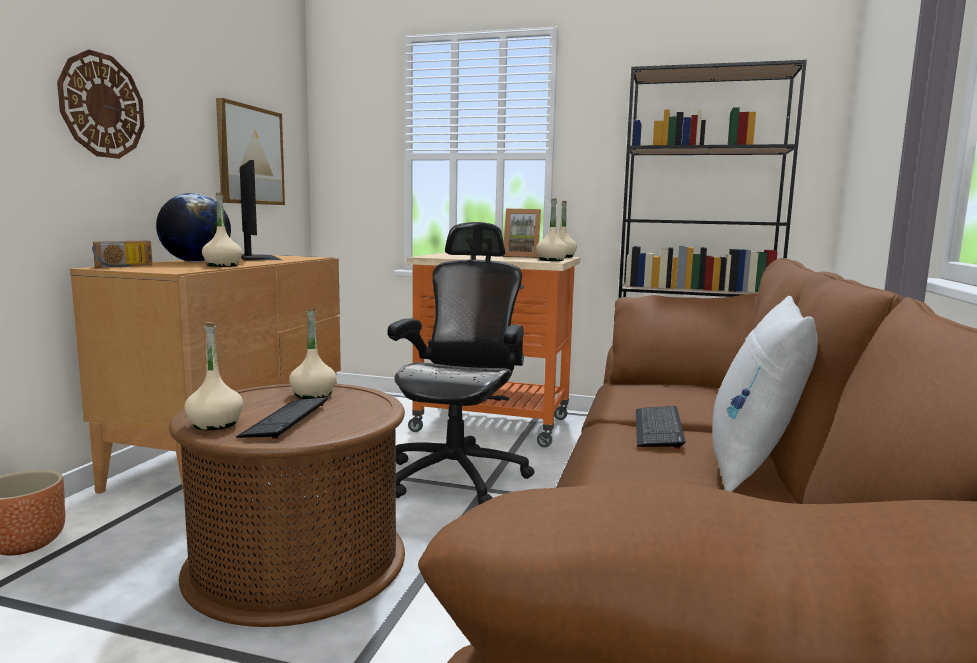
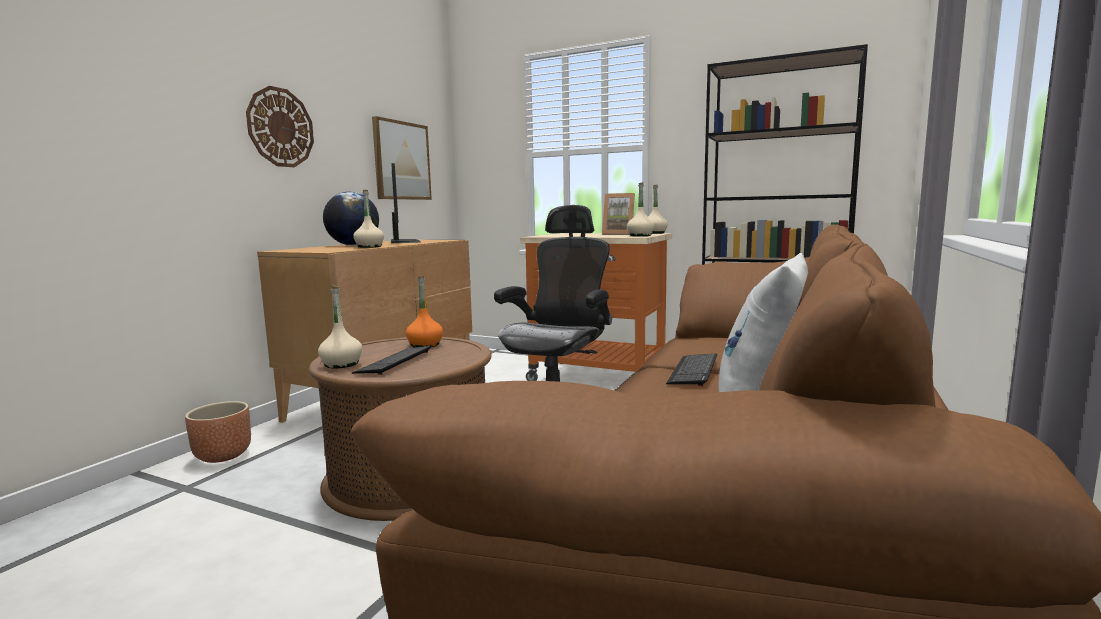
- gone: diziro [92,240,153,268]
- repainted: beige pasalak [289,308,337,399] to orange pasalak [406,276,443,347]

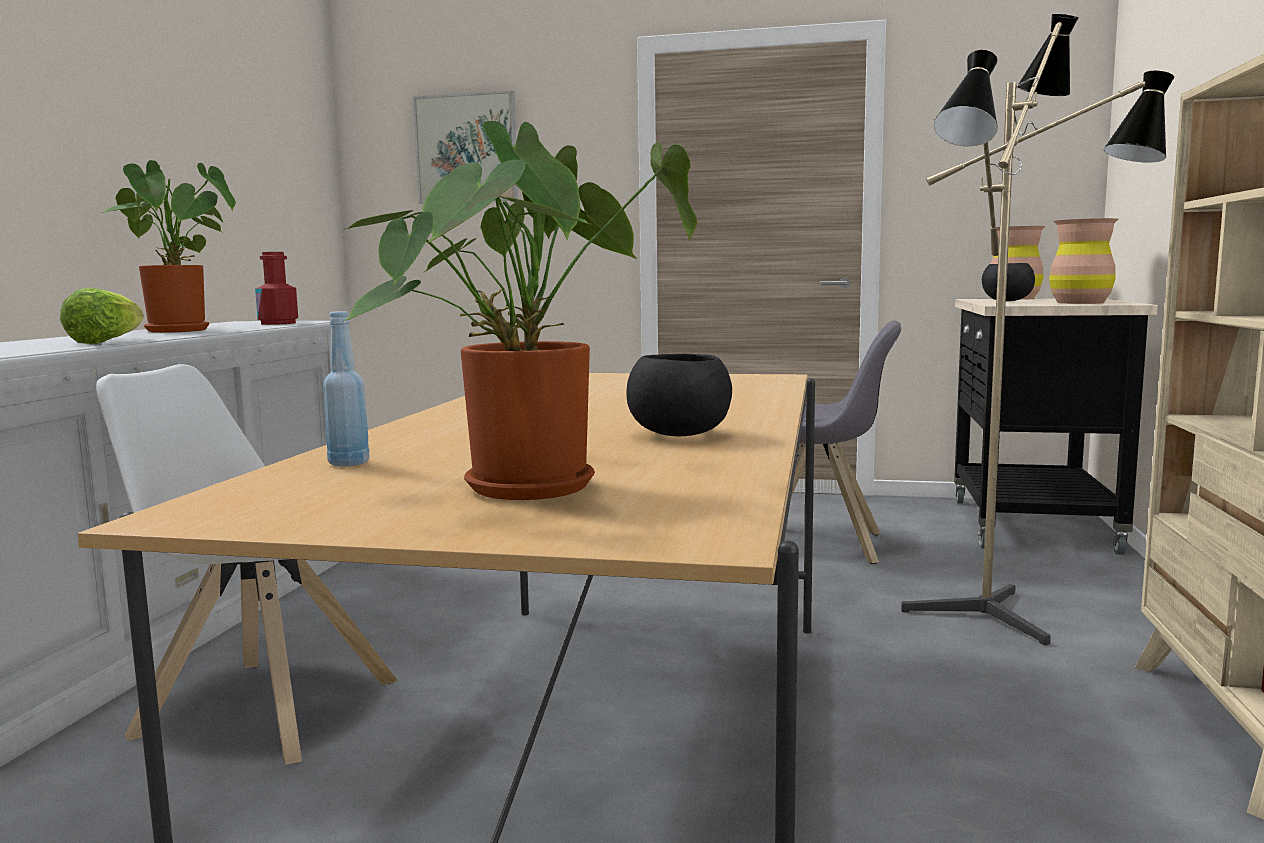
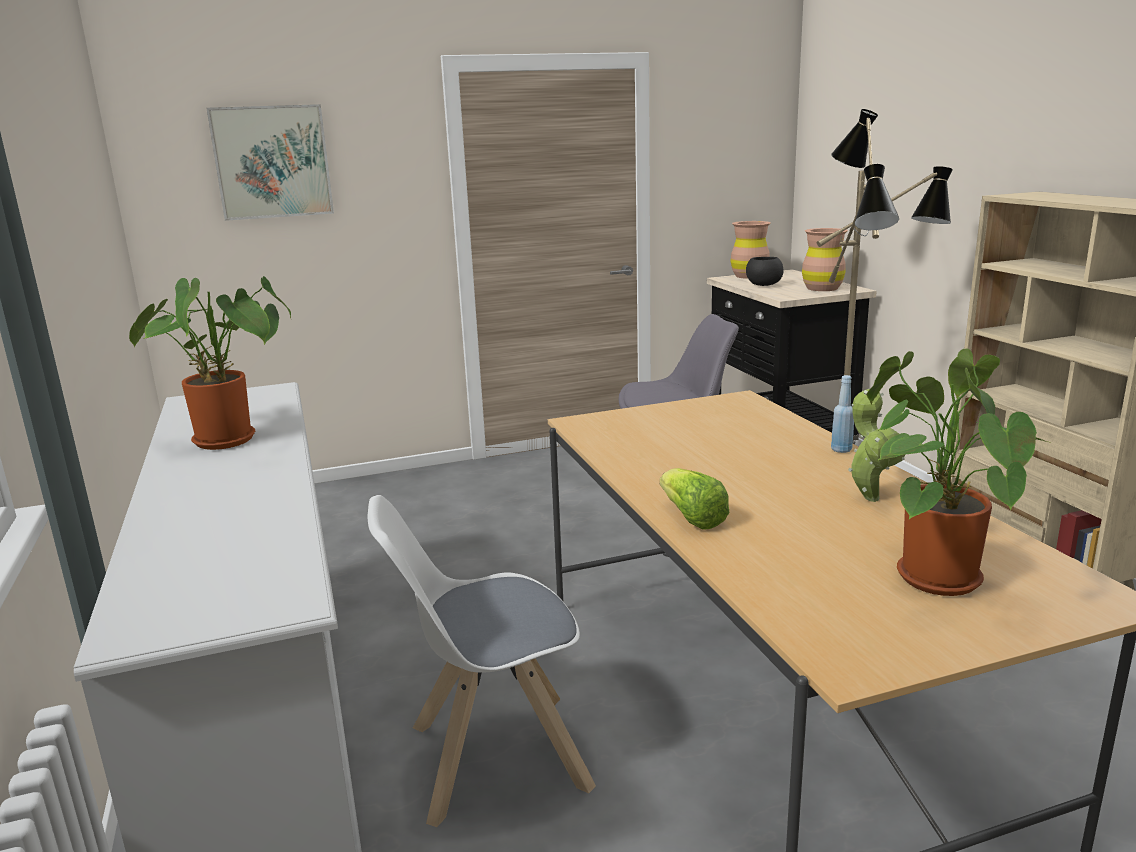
- shifted: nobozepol [60,287,144,344] to [660,468,729,530]
- gone: red pasalak [255,252,298,325]
- shifted: blue pasalak [323,311,370,467] to [831,375,854,453]
- swapped: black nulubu [626,354,732,436] to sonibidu [848,389,905,502]

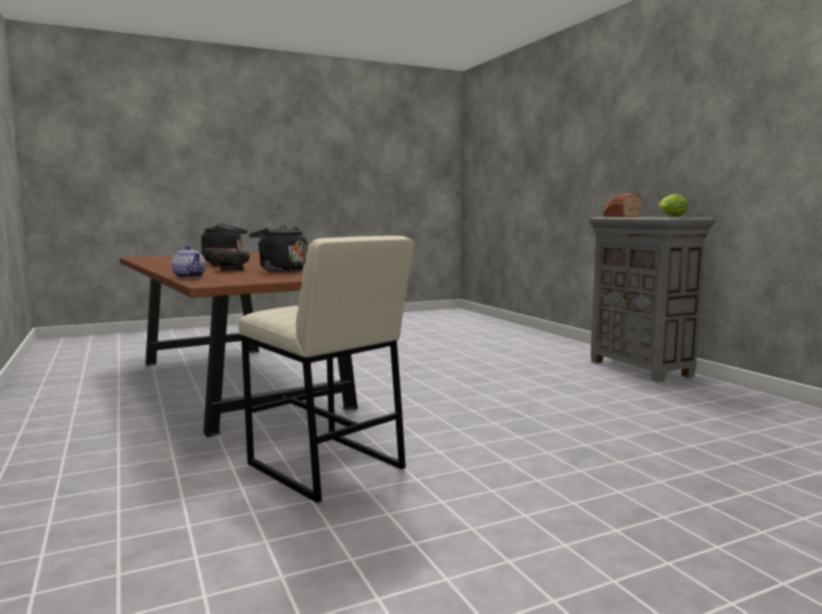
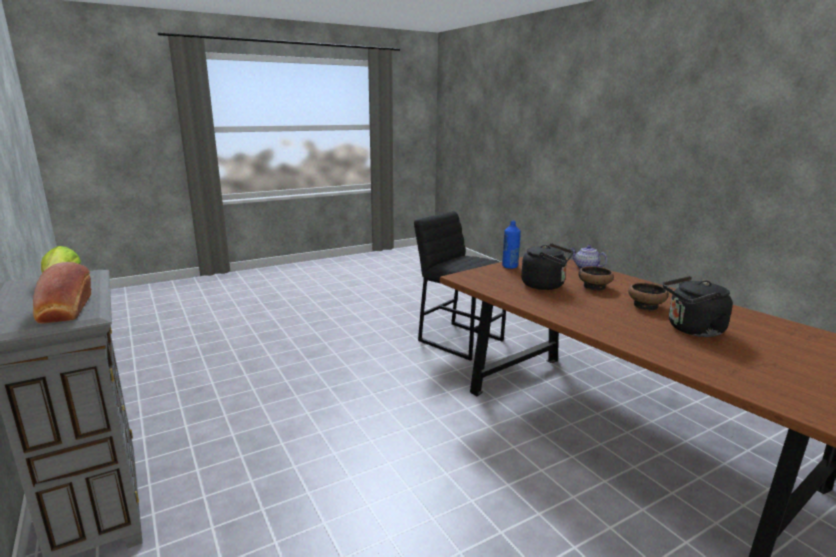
- repainted: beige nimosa [239,236,414,503] to black nimosa [414,211,506,361]
- new: blue pasalak [502,221,521,269]

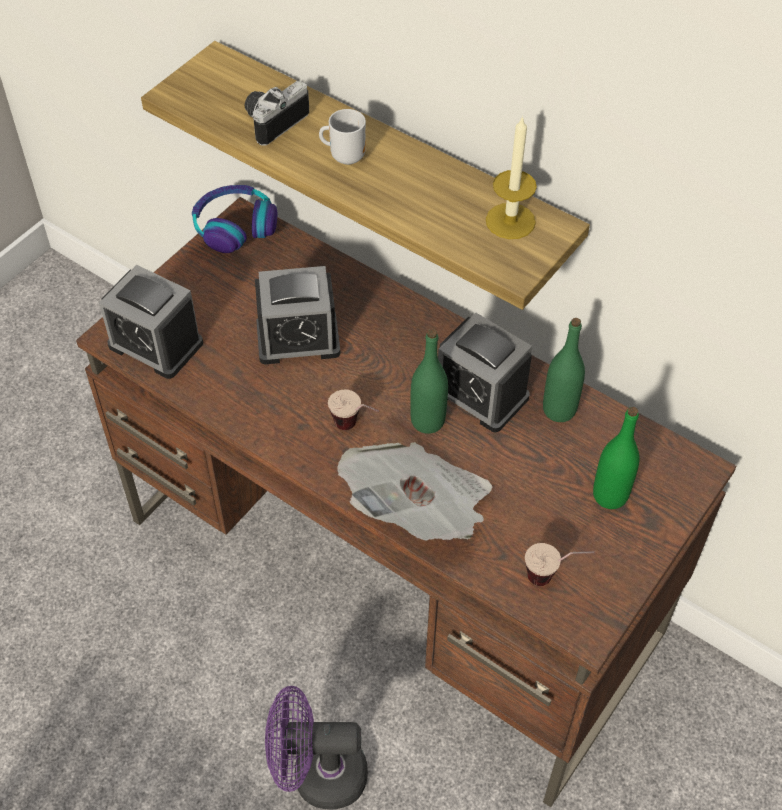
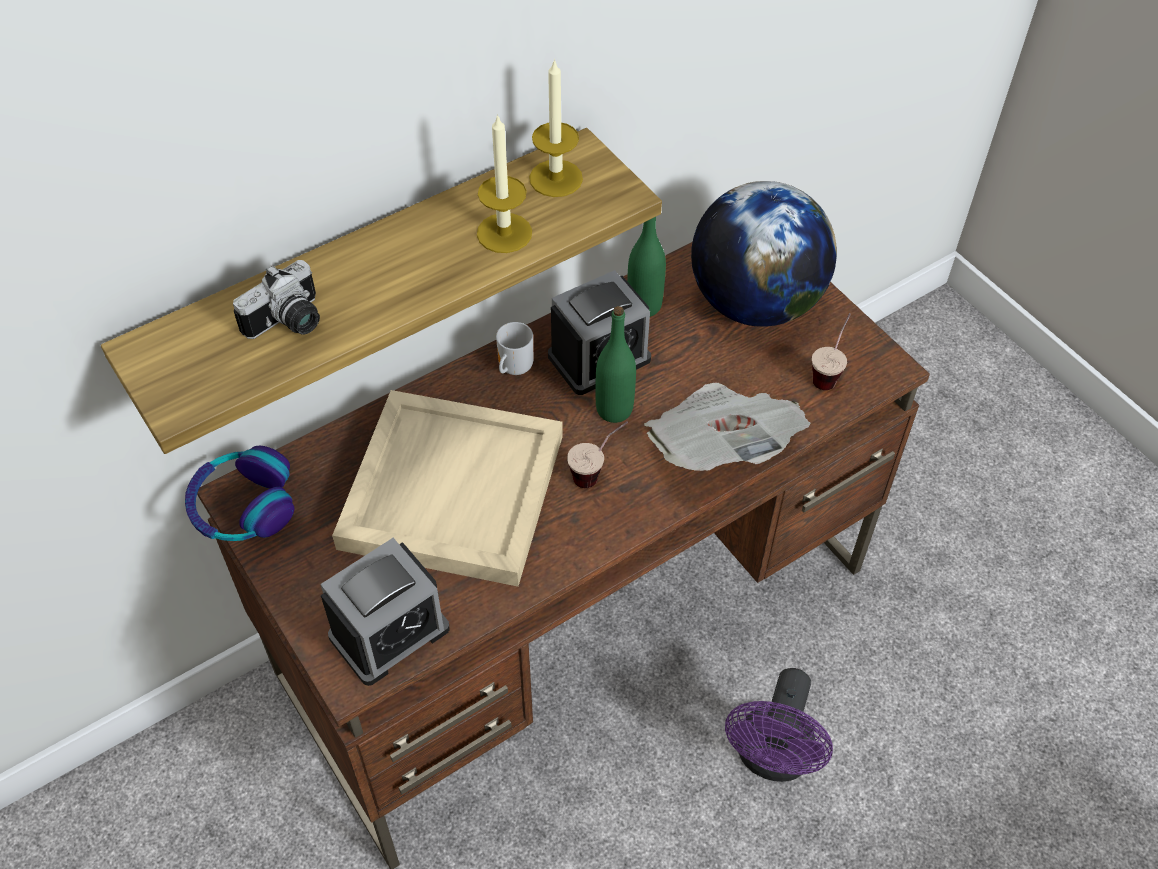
- rotated: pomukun [245,81,309,146] = [233,260,320,339] 105 degrees counterclockwise
- swapped: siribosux [255,266,341,365] to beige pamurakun [332,390,563,587]
- shifted: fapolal [319,109,366,165] to [496,322,533,375]
- swapped: green pasalak [593,407,640,509] to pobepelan [691,181,837,327]
- new: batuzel [477,114,532,253]

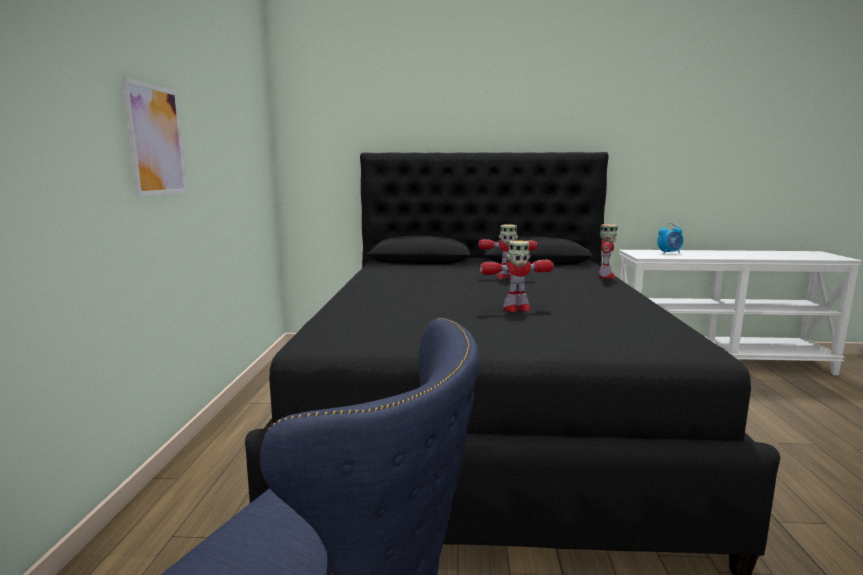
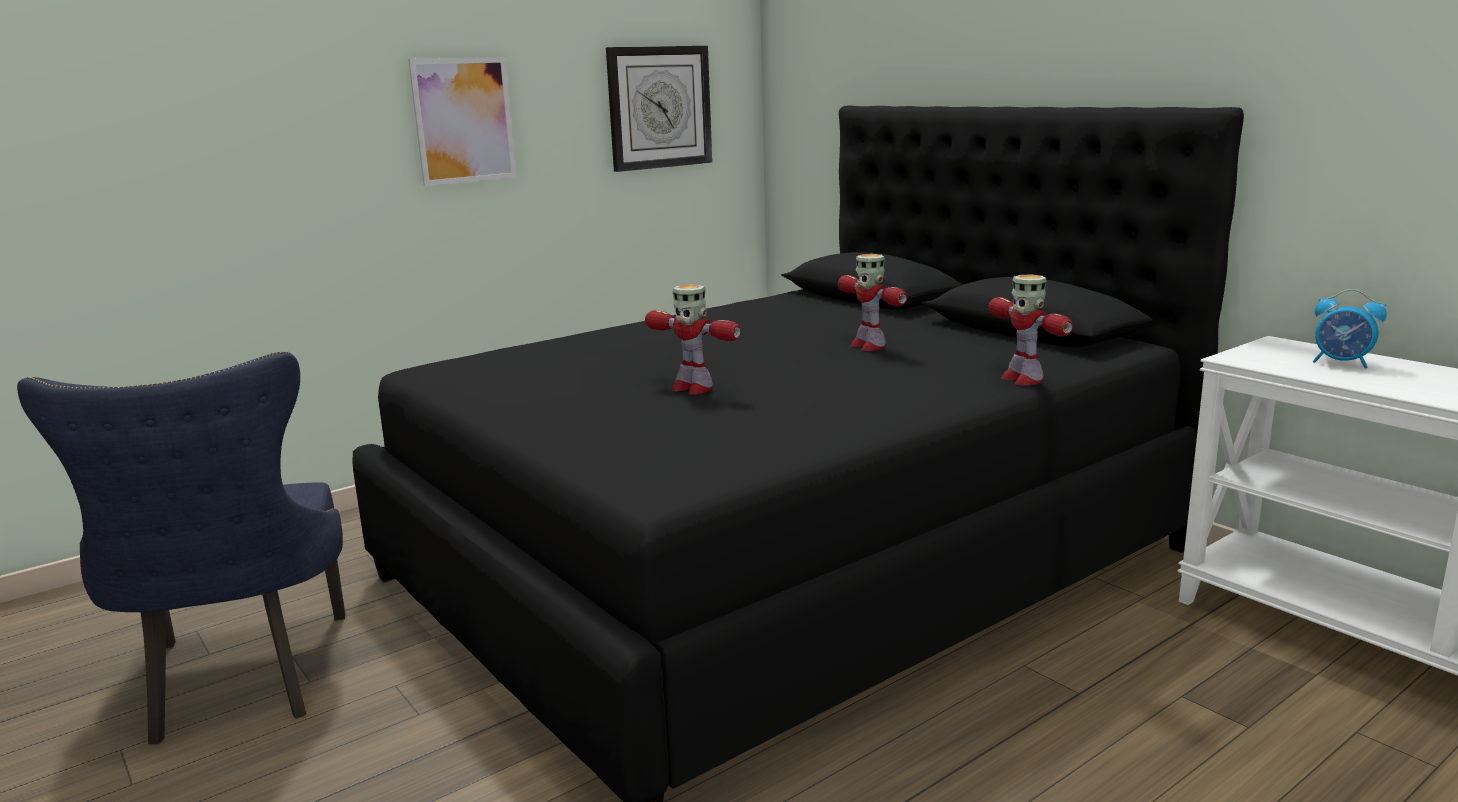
- rotated: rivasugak [599,224,618,279] = [989,274,1073,385] 90 degrees clockwise
- new: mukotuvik [606,46,712,172]

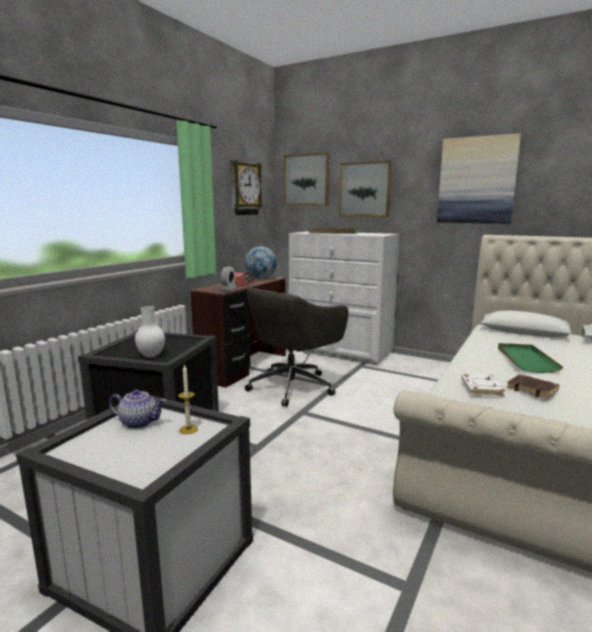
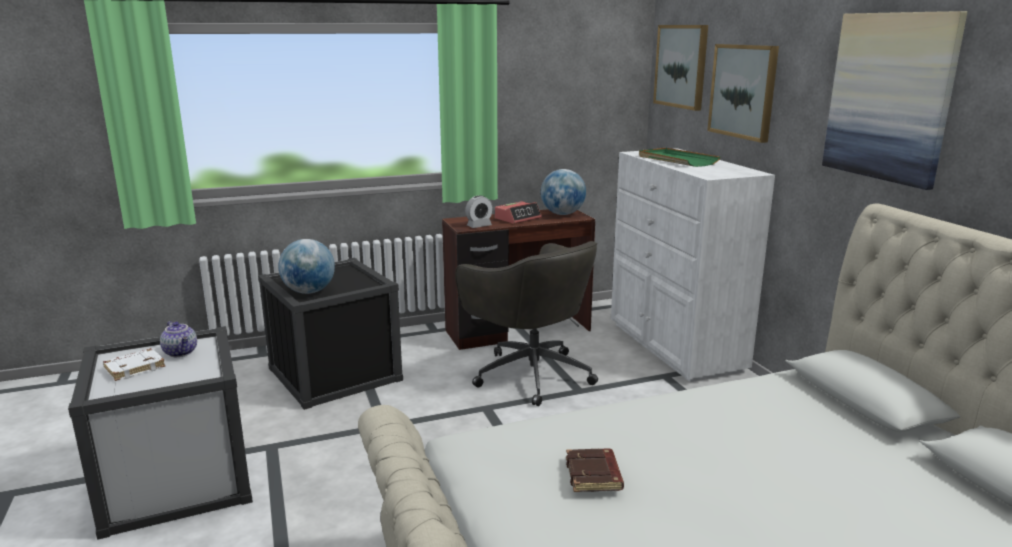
- swapped: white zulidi [135,306,165,358] to pobepelan [278,239,335,294]
- gone: batuzel [178,364,198,434]
- gone: mukotuvik [230,160,263,215]
- rotated: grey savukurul [245,288,348,407] = [455,241,598,406] 120 degrees counterclockwise
- shifted: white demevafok [462,374,505,396] to [103,348,165,381]
- gone: green pamurakun [498,343,563,373]

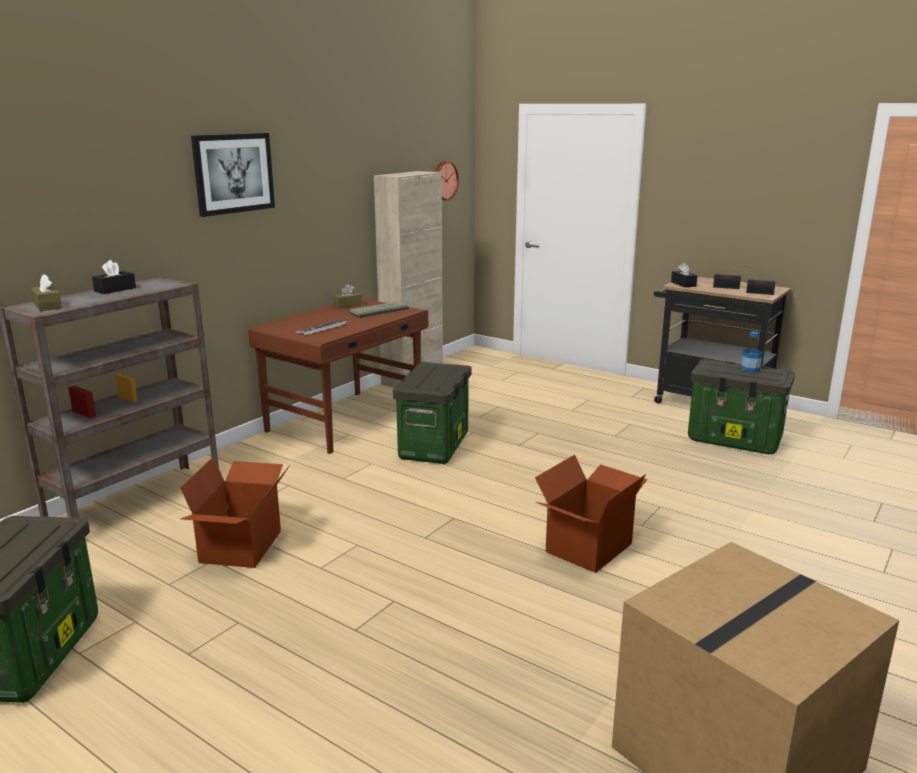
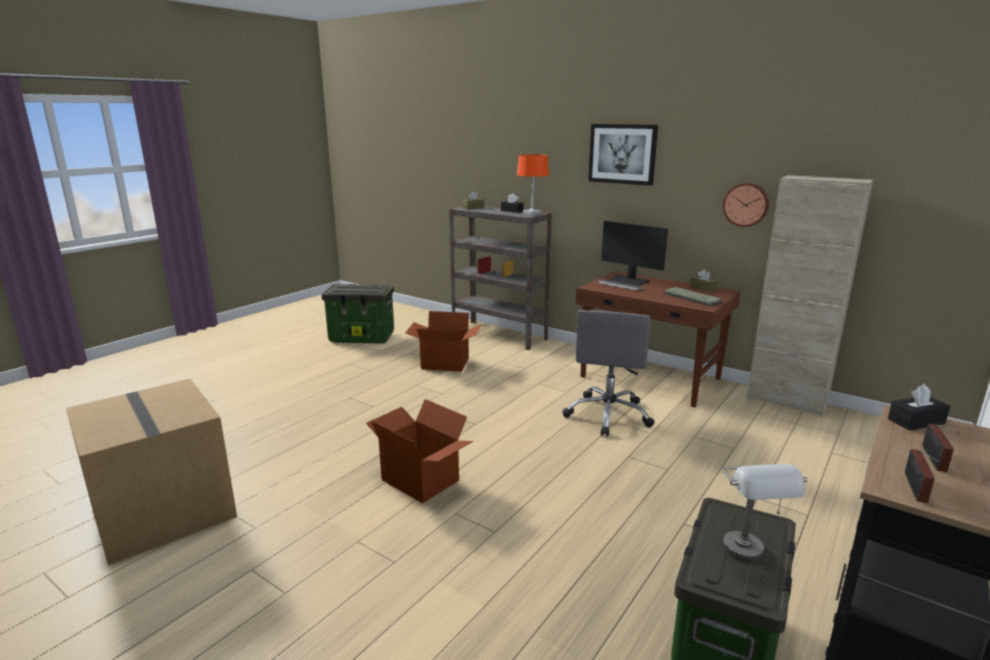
- swapped: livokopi [393,362,471,464] to grey savukurul [562,310,655,436]
- shifted: mukotuvik [434,161,459,200] to [723,183,769,227]
- swapped: pasalak [741,331,763,372] to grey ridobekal [722,464,807,561]
- new: orange ridobekal [517,154,549,216]
- new: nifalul [601,221,668,286]

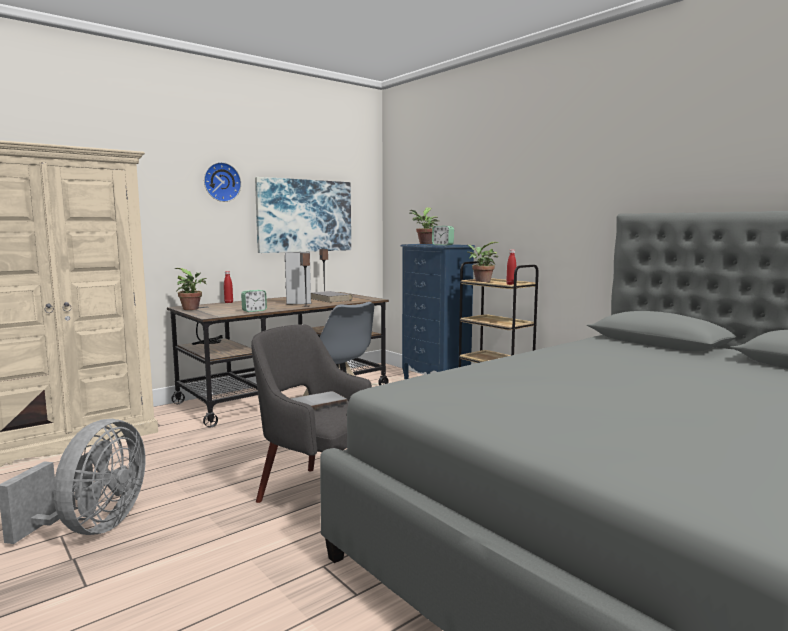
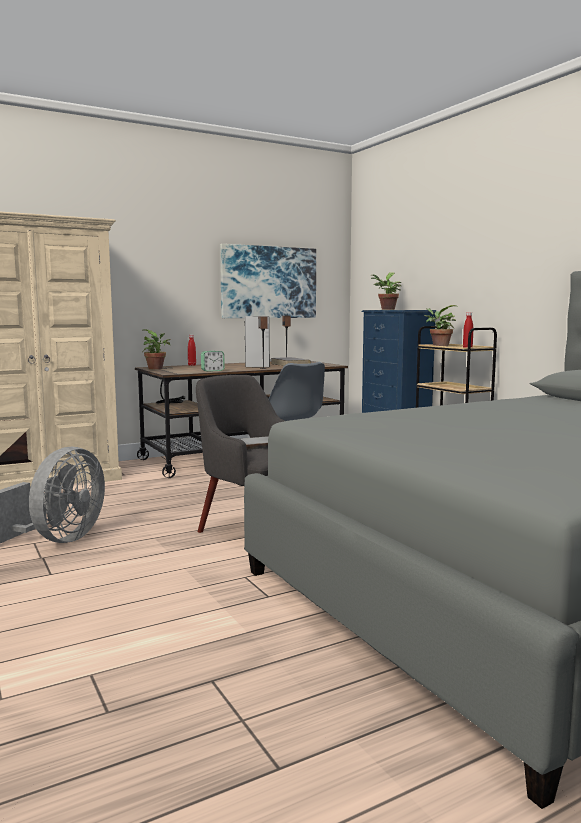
- gone: mukotuvik [204,162,241,202]
- gone: siribosux [432,226,454,245]

